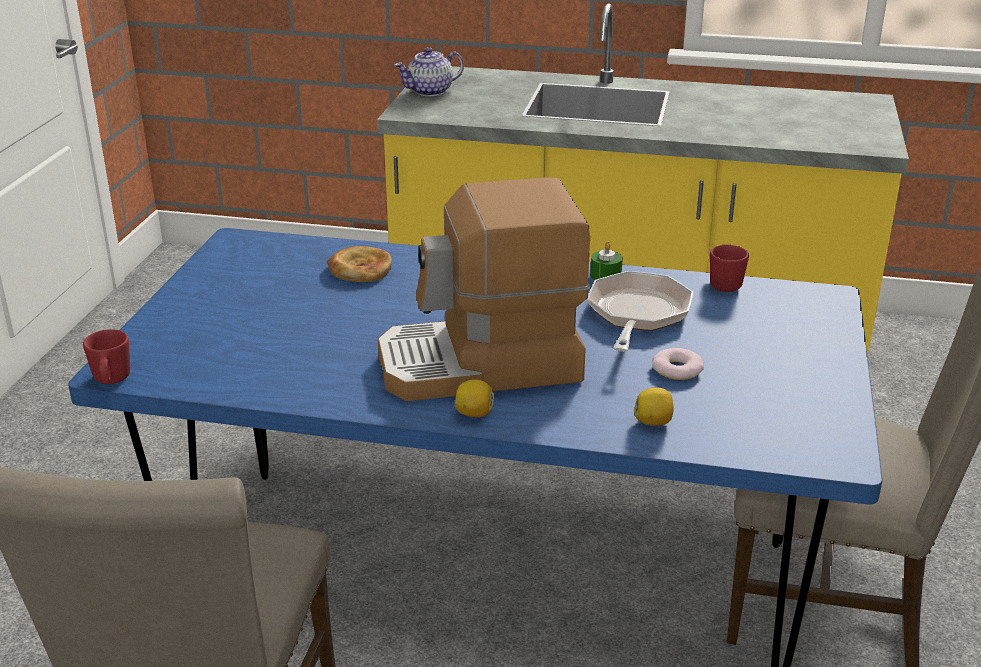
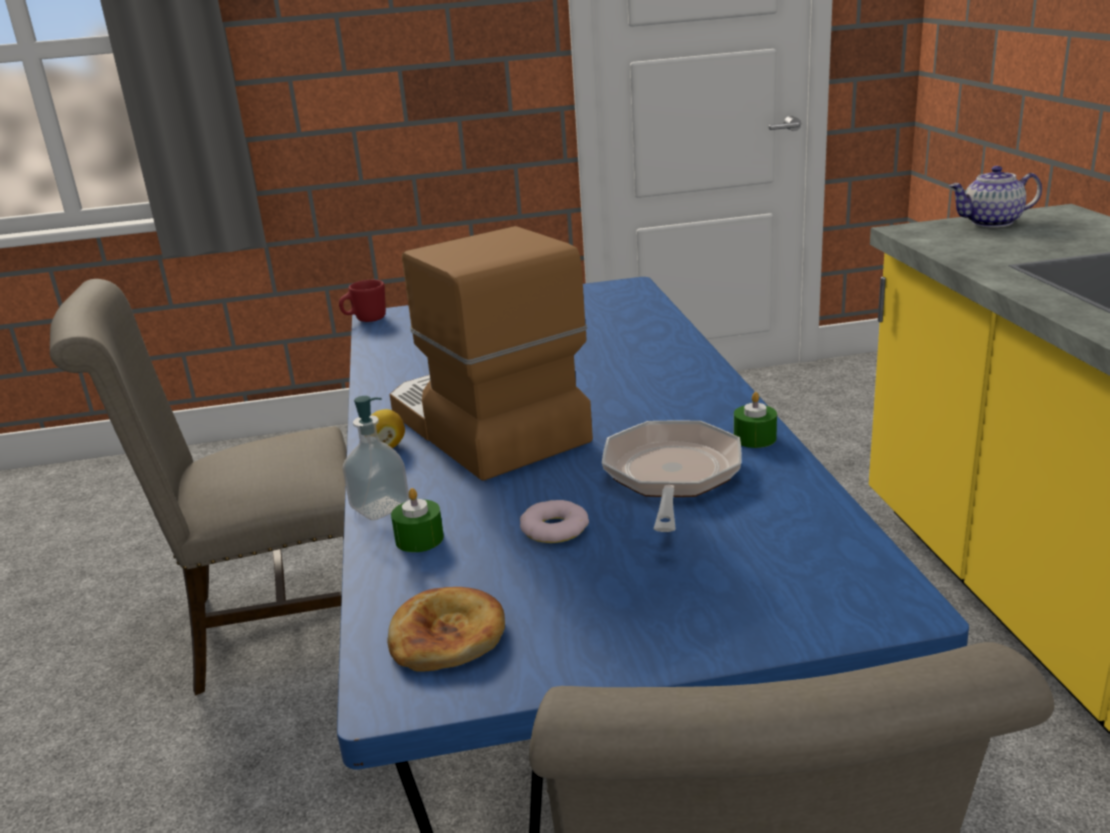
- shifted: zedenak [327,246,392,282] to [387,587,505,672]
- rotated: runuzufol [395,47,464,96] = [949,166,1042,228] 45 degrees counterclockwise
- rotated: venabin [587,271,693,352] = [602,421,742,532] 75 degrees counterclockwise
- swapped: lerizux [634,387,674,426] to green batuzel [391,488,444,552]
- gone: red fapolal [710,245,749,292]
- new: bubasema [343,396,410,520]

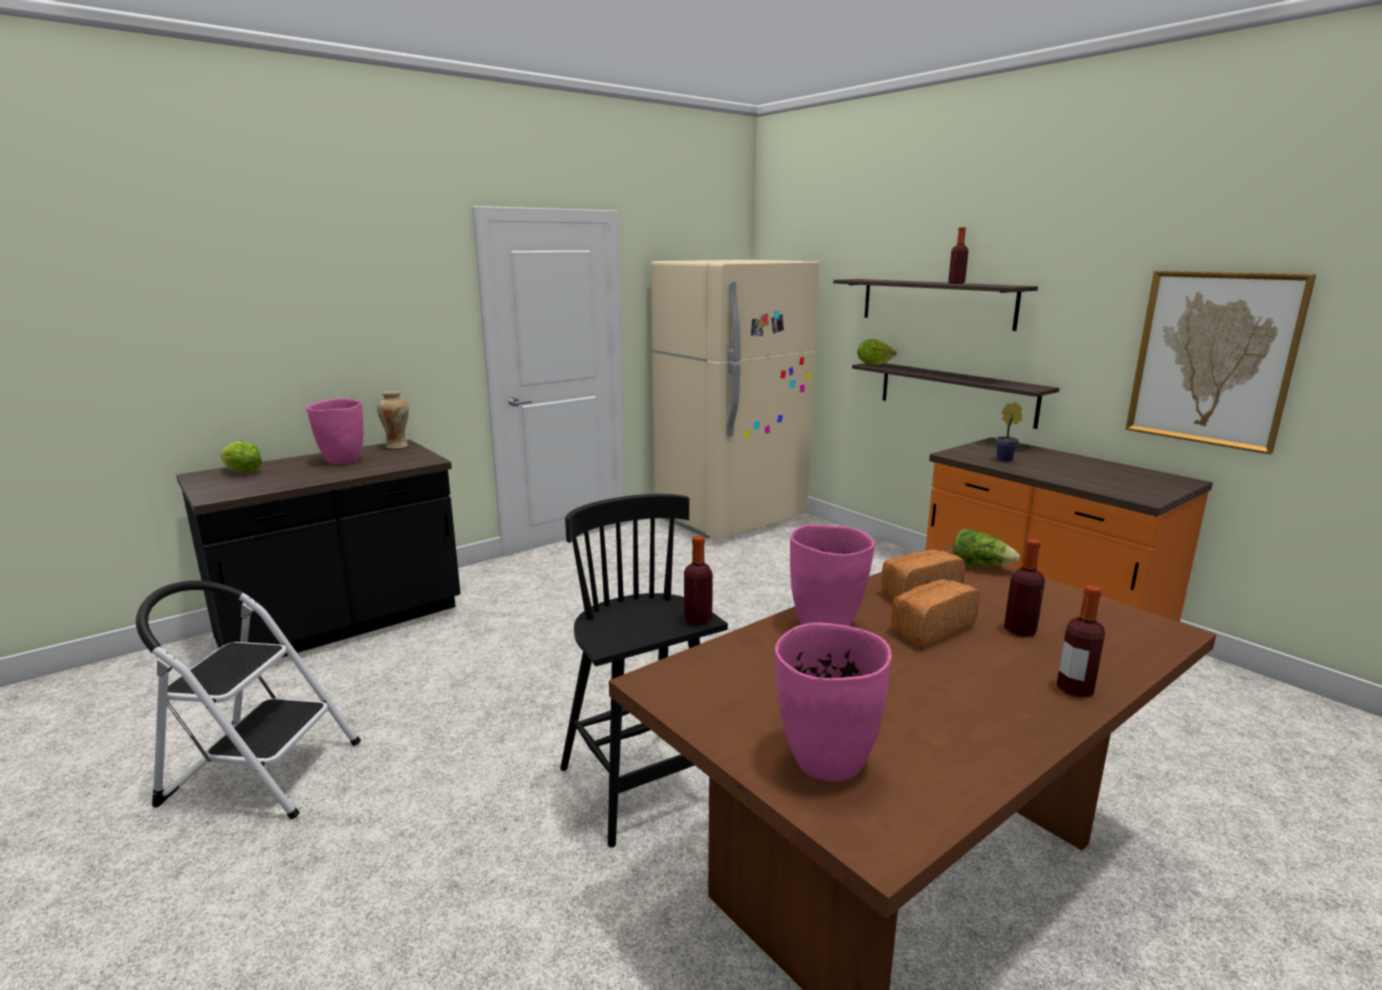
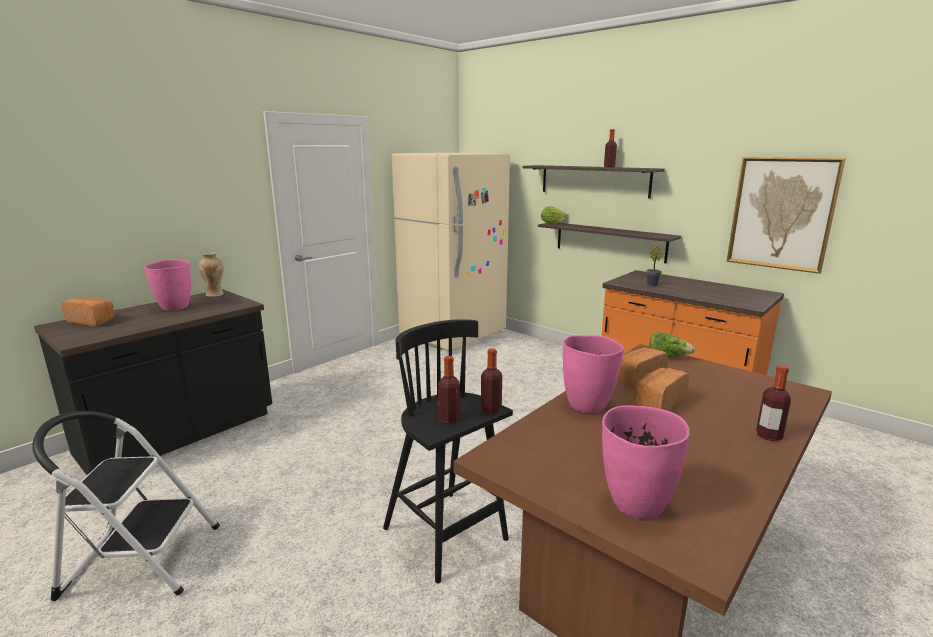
- swapped: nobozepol [220,441,262,473] to zedenak [61,297,115,326]
- shifted: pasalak [1004,539,1045,637] to [438,356,460,423]

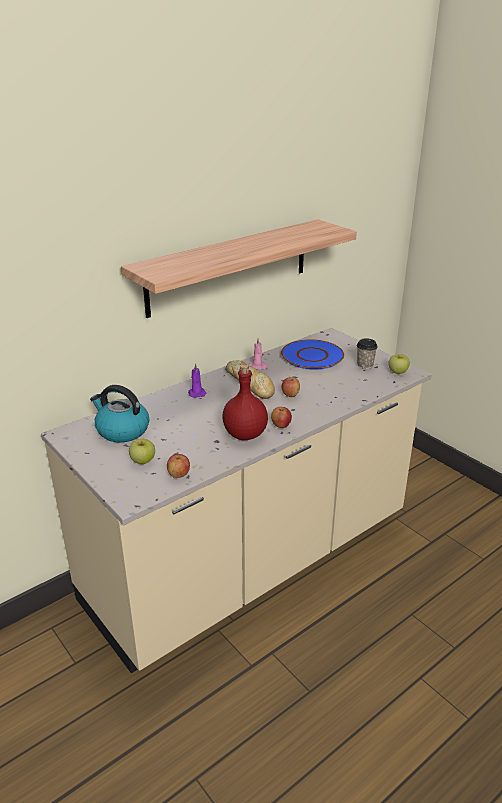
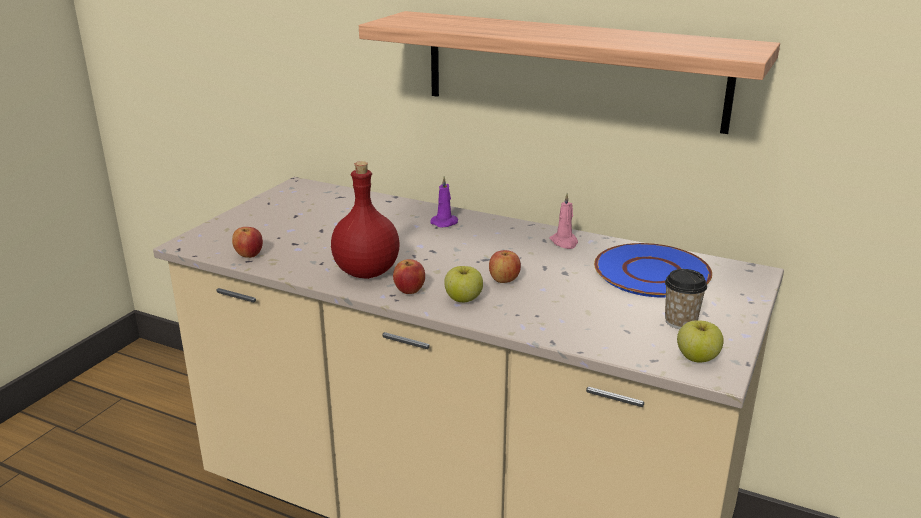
- gone: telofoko [90,385,149,443]
- shifted: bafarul [129,439,155,464] to [444,266,483,302]
- gone: zedenak [226,360,275,399]

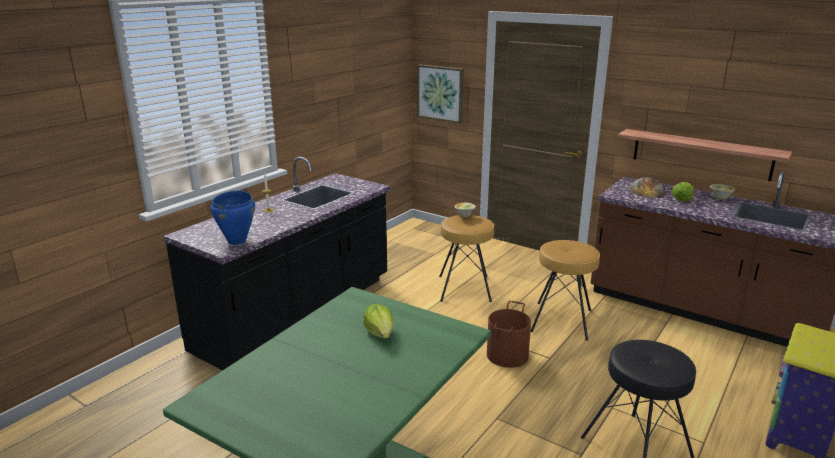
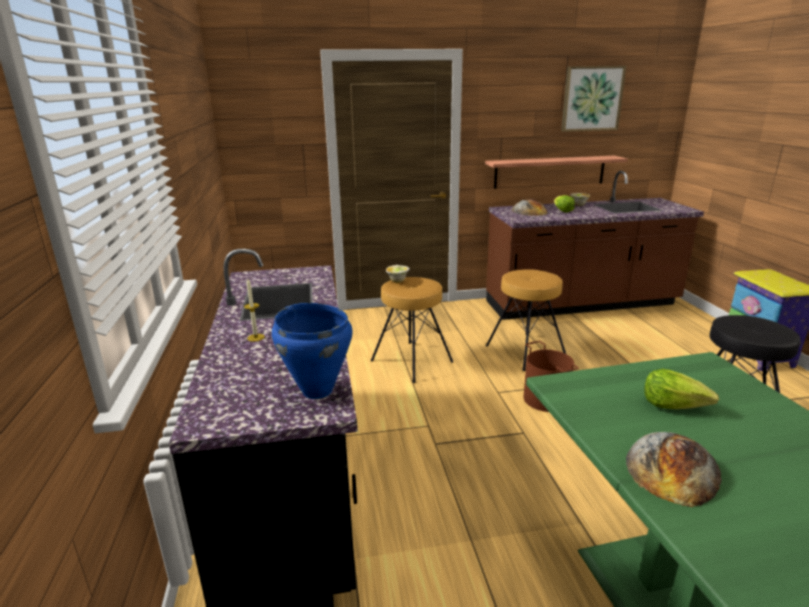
- shifted: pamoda [417,64,464,124] to [561,66,626,132]
- new: zedenak [626,432,722,507]

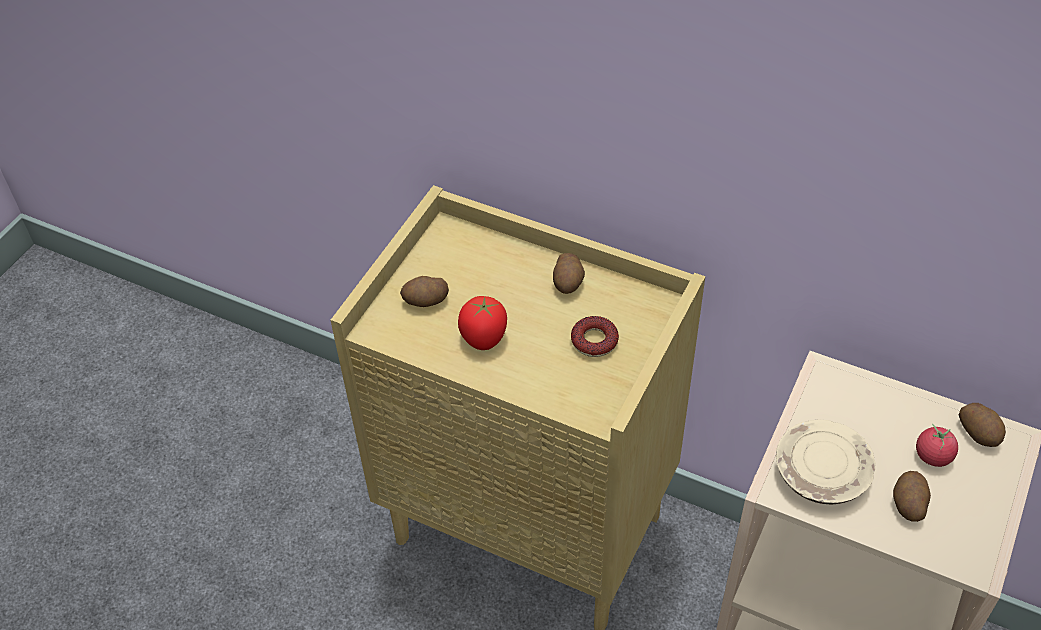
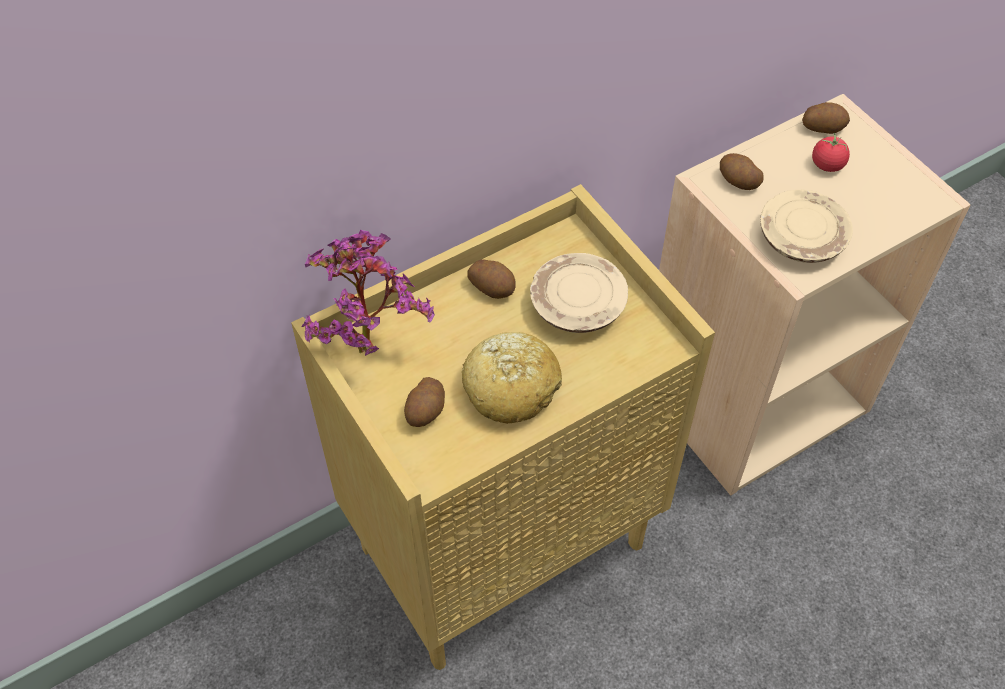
- swapped: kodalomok [458,296,507,350] to zedenak [462,332,562,424]
- swapped: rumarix [571,316,619,357] to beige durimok [530,253,628,333]
- shifted: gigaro [893,471,931,522] to [720,153,764,190]
- new: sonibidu [301,230,435,356]

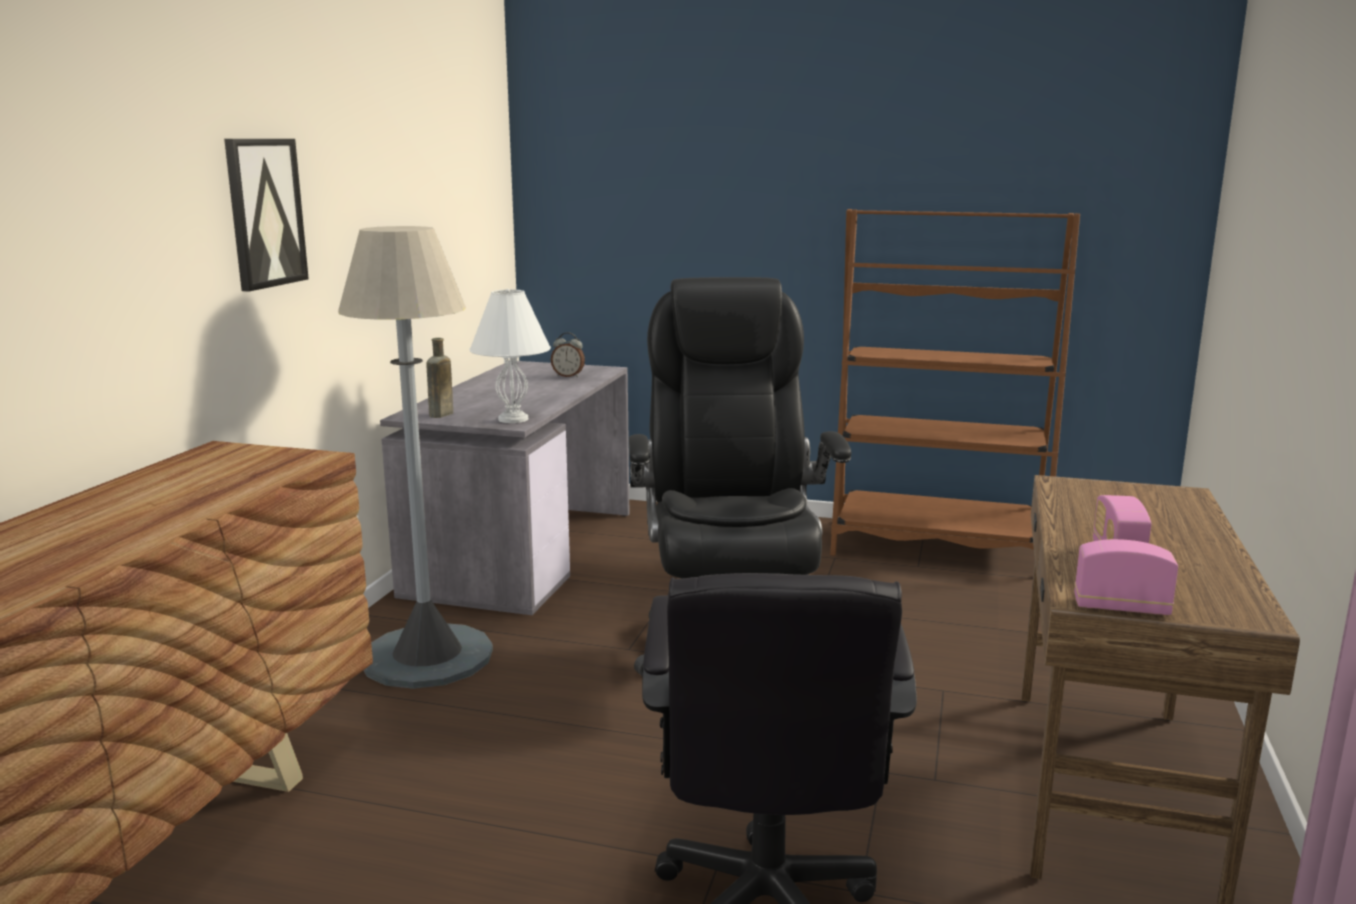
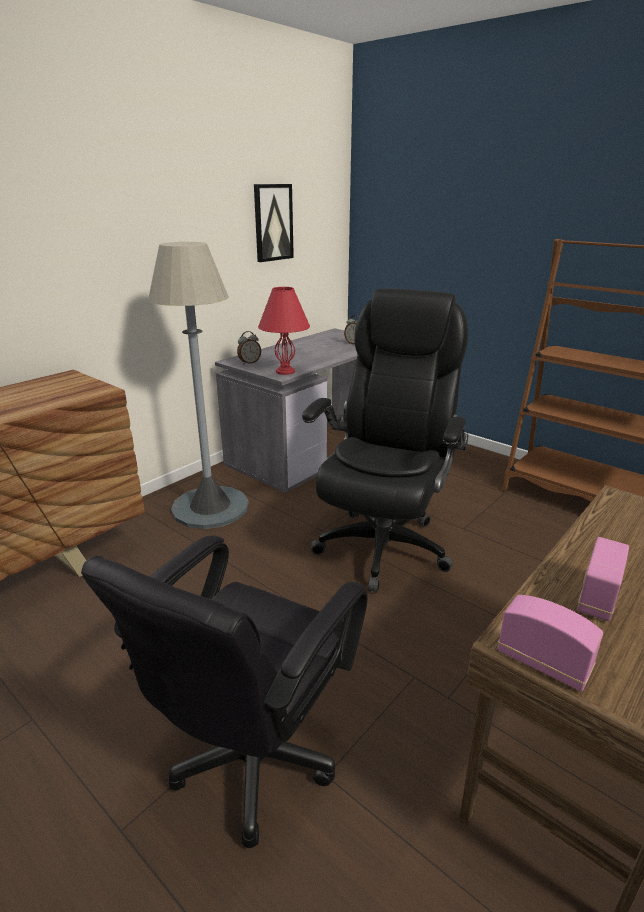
- shifted: pamoda [224,139,309,291] to [254,184,294,262]
- swapped: brown pasalak [426,338,453,418] to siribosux [237,331,261,364]
- repainted: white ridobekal [469,289,551,423] to red ridobekal [258,287,310,375]

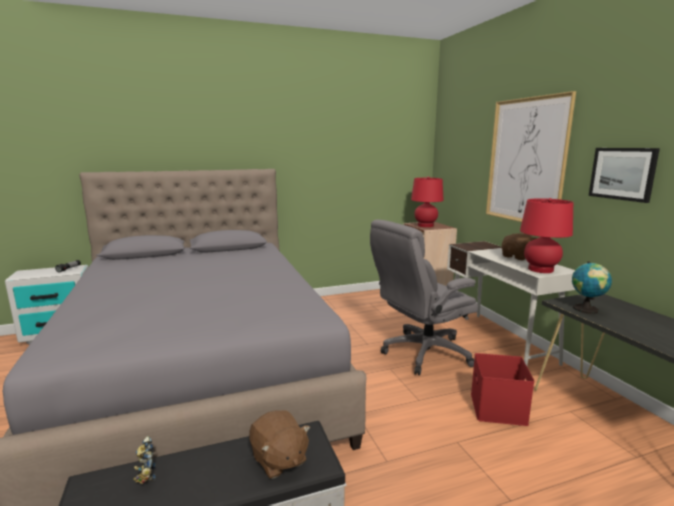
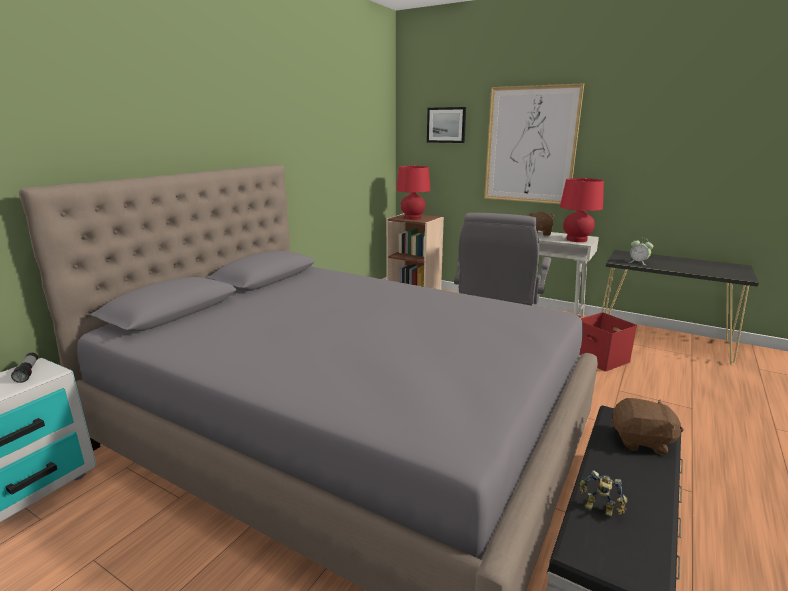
- swapped: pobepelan [572,261,612,314] to siribosux [629,240,653,265]
- shifted: pamoda [589,148,660,203] to [427,107,466,143]

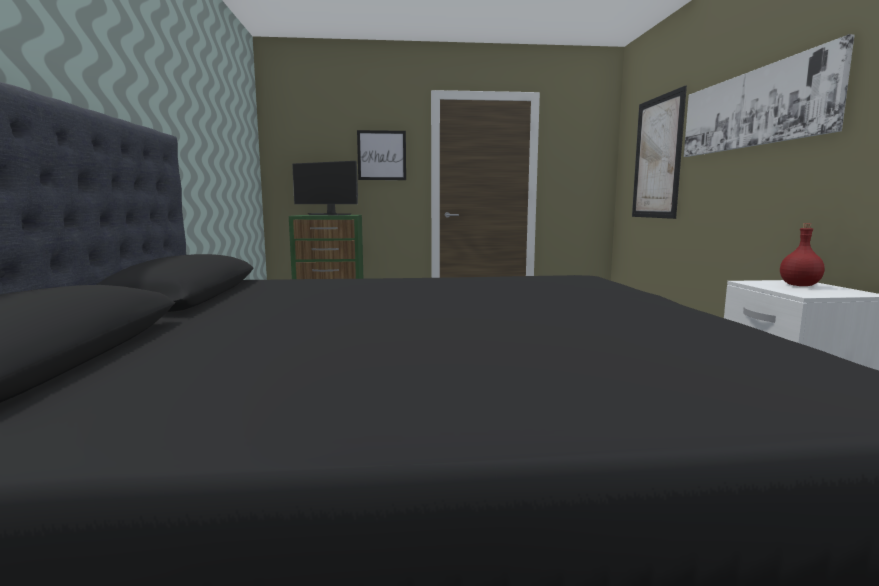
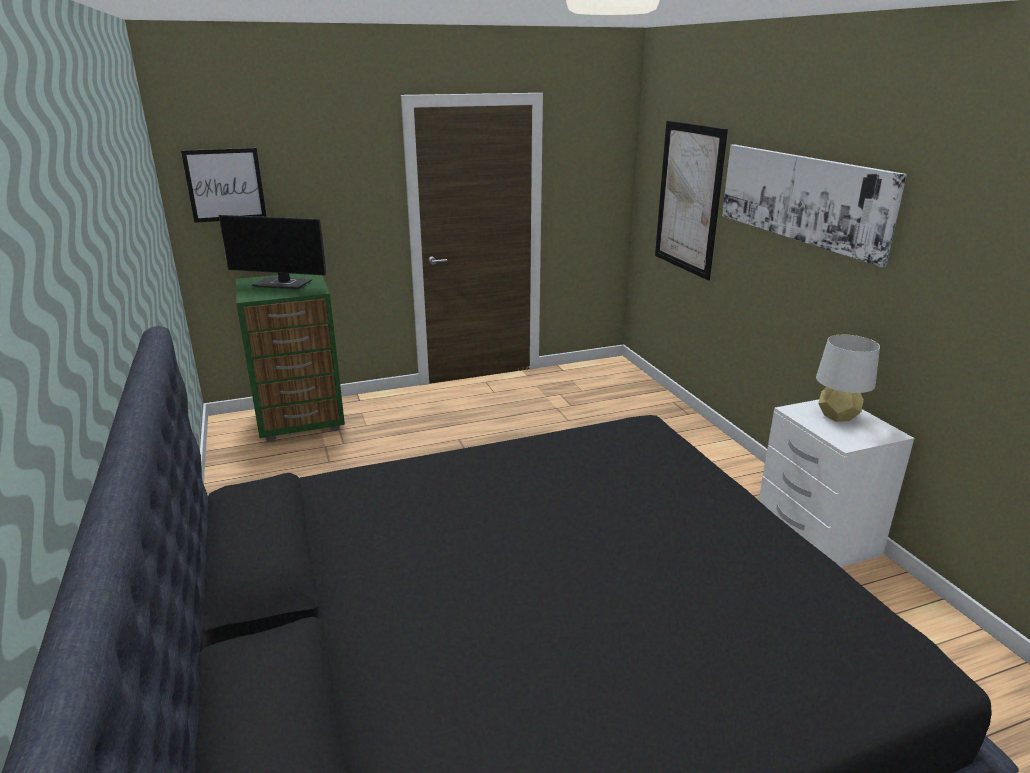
- shifted: pamoda [357,130,406,180] to [181,148,266,223]
- swapped: red pasalak [780,223,825,286] to grey ridobekal [816,335,880,422]

